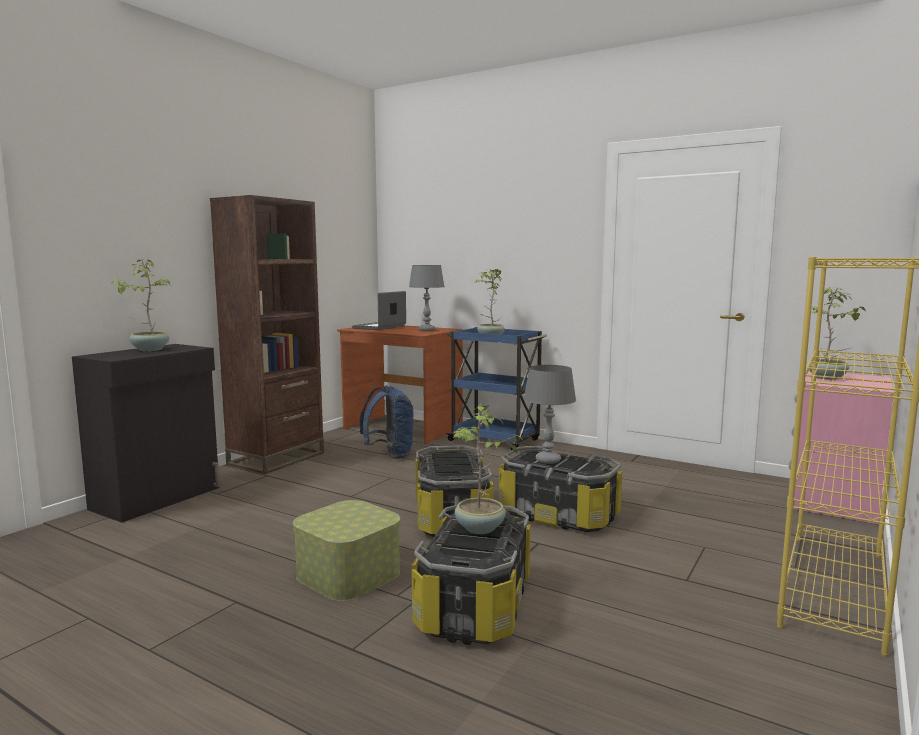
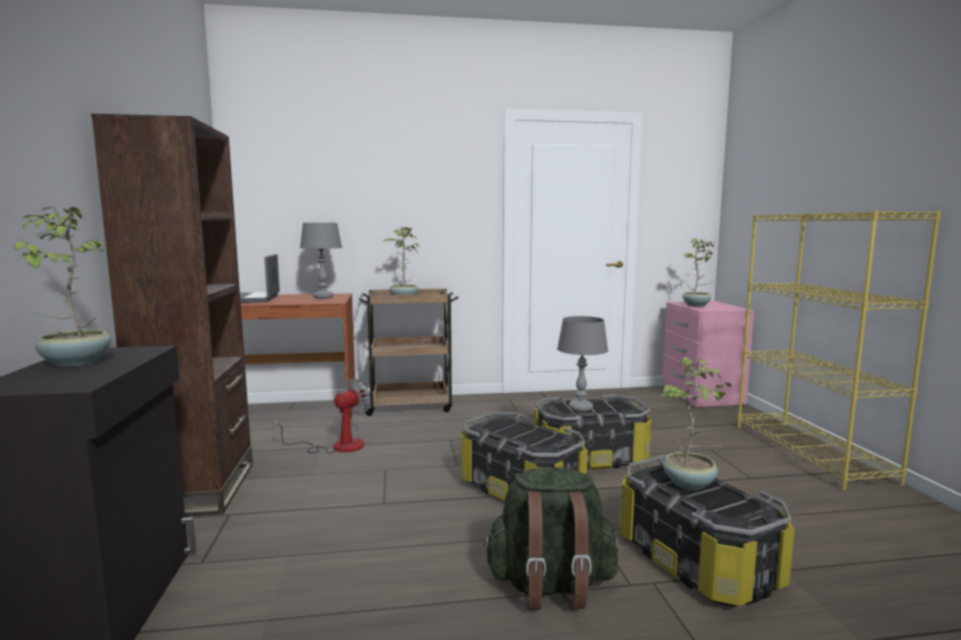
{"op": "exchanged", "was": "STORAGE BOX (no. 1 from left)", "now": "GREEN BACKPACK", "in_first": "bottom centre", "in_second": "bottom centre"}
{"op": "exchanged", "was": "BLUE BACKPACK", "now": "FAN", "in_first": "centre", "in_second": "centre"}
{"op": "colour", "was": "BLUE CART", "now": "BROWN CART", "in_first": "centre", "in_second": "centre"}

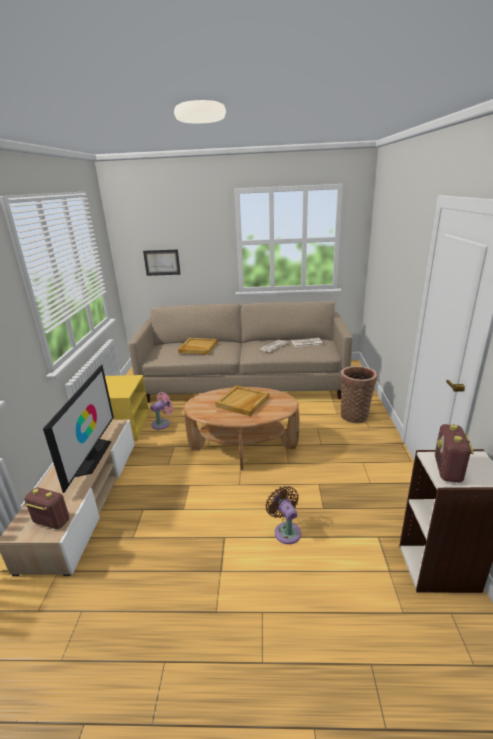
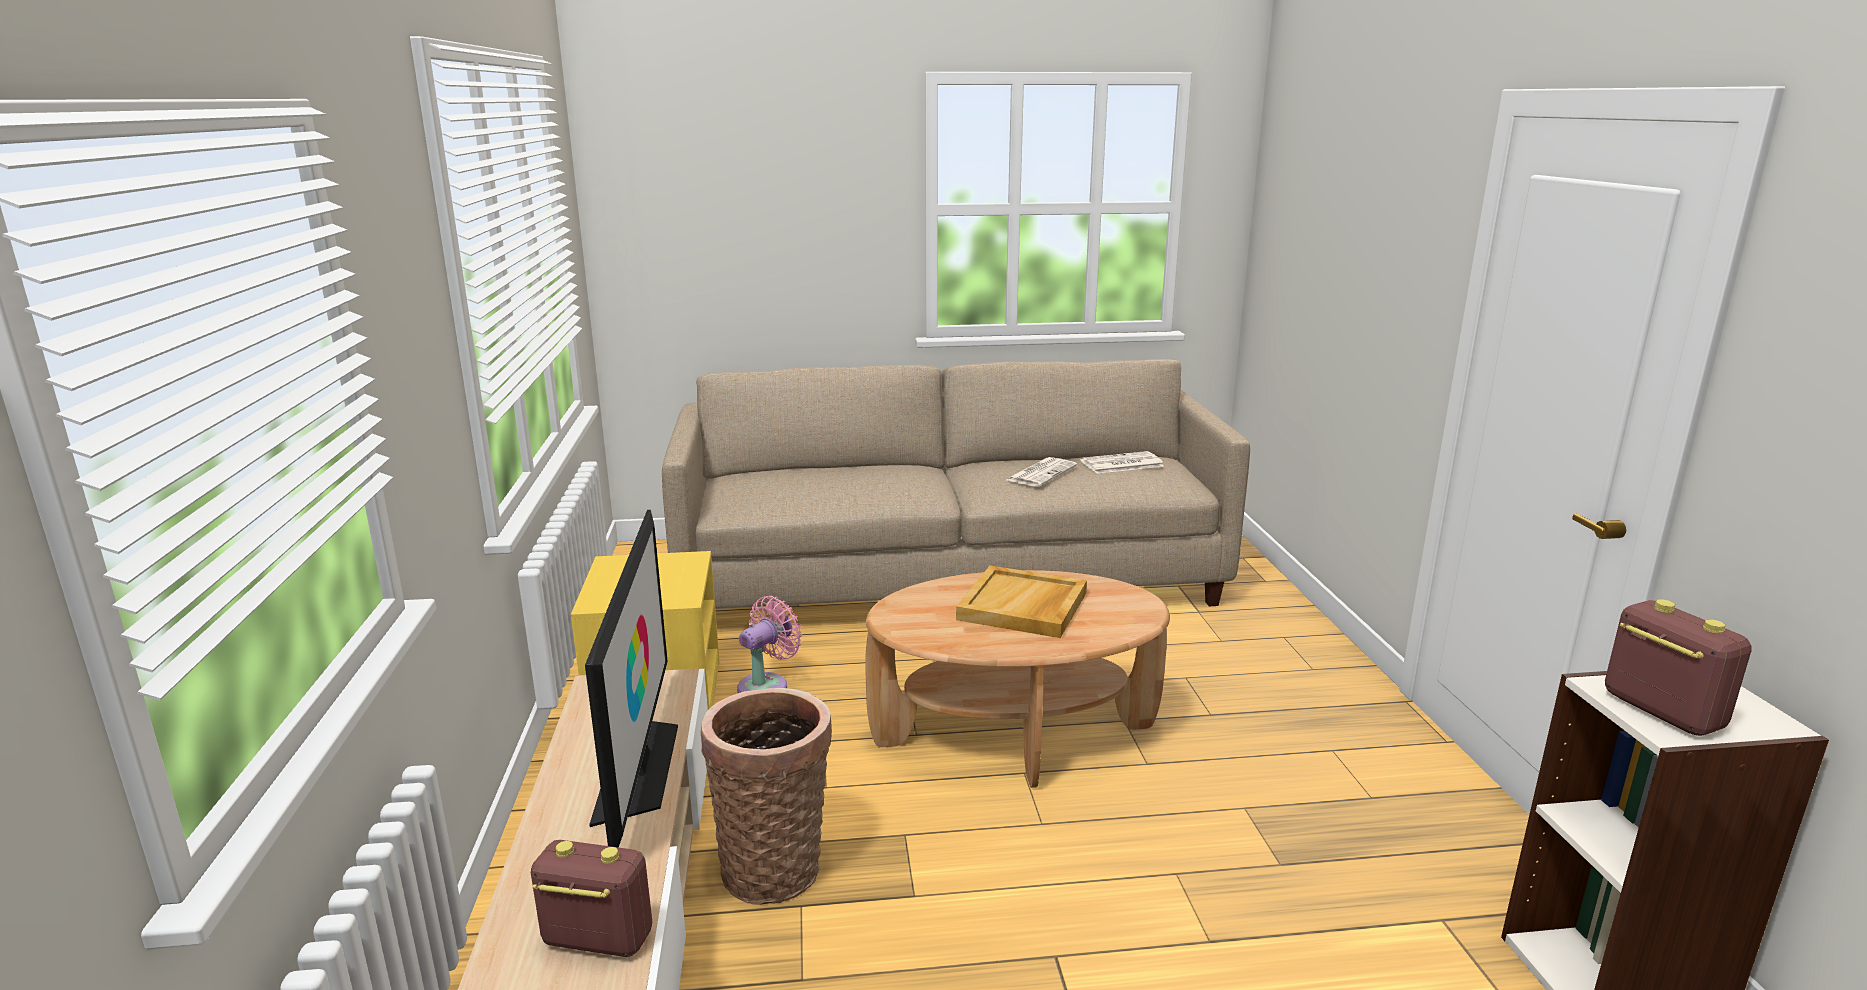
{"op": "missing", "was": "PICTURE", "in_first": "middle left"}
{"op": "missing", "was": "BEIGE TRAY (no. 1 from left)", "in_first": "centre"}
{"op": "missing", "was": "BROWN FAN", "in_first": "bottom centre"}
{"op": "relocated", "was": "BASKET", "in_first": "middle right", "in_second": "bottom centre"}
{"op": "spun", "was": "RADIO (no. 2 from left)", "in_first": "middle right", "in_second": "bottom right", "clockwise": 150}

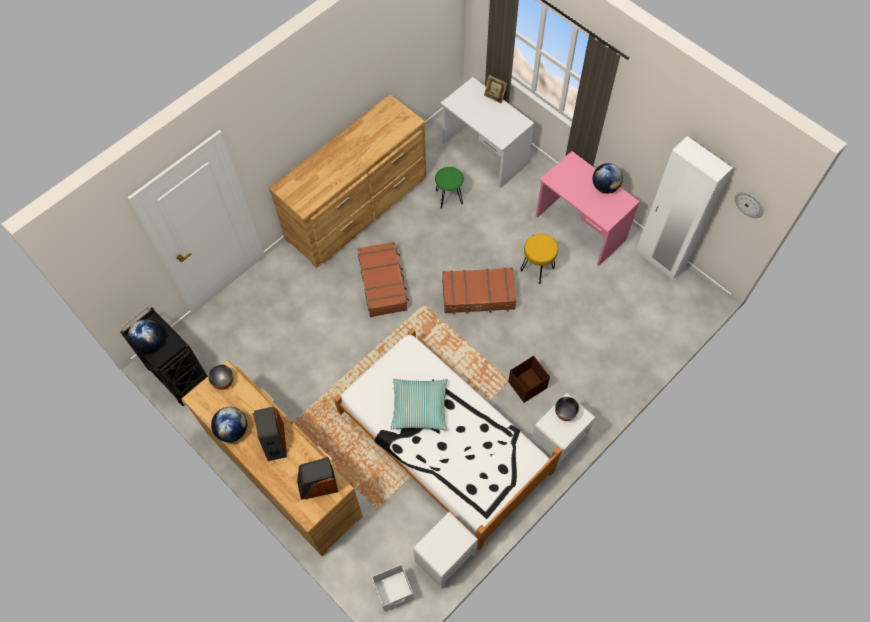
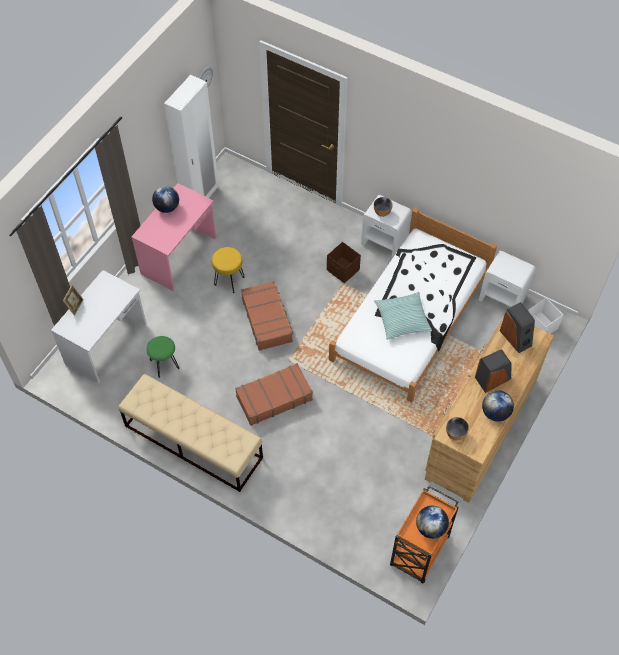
{"op": "exchanged", "was": "BROWN DRESSER (no. 2 from left)", "now": "BEIGE BENCH", "in_first": "top centre", "in_second": "middle left"}
{"op": "colour", "was": "BLACK CART", "now": "ORANGE CART", "in_first": "middle left", "in_second": "bottom right"}

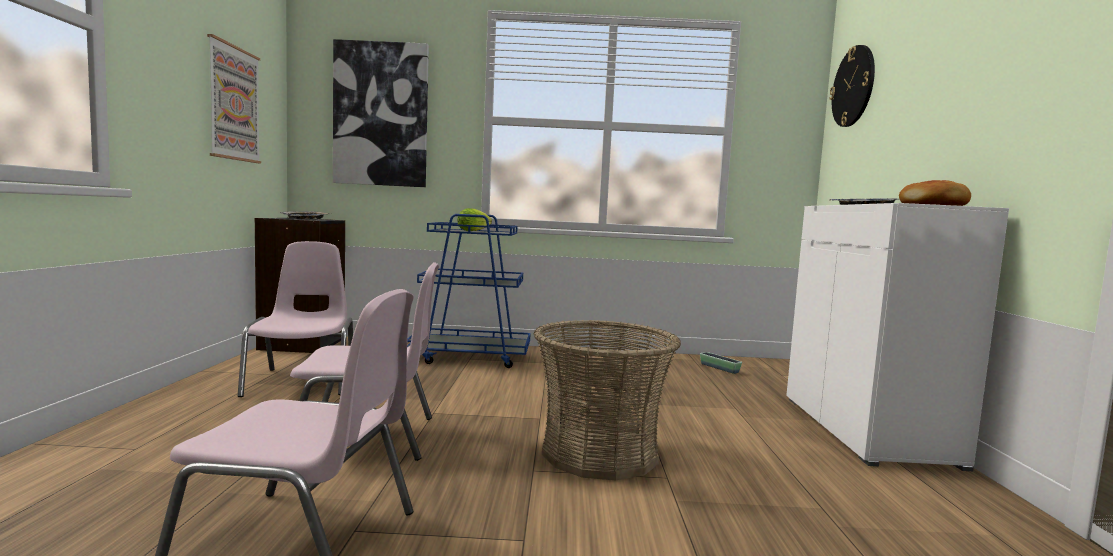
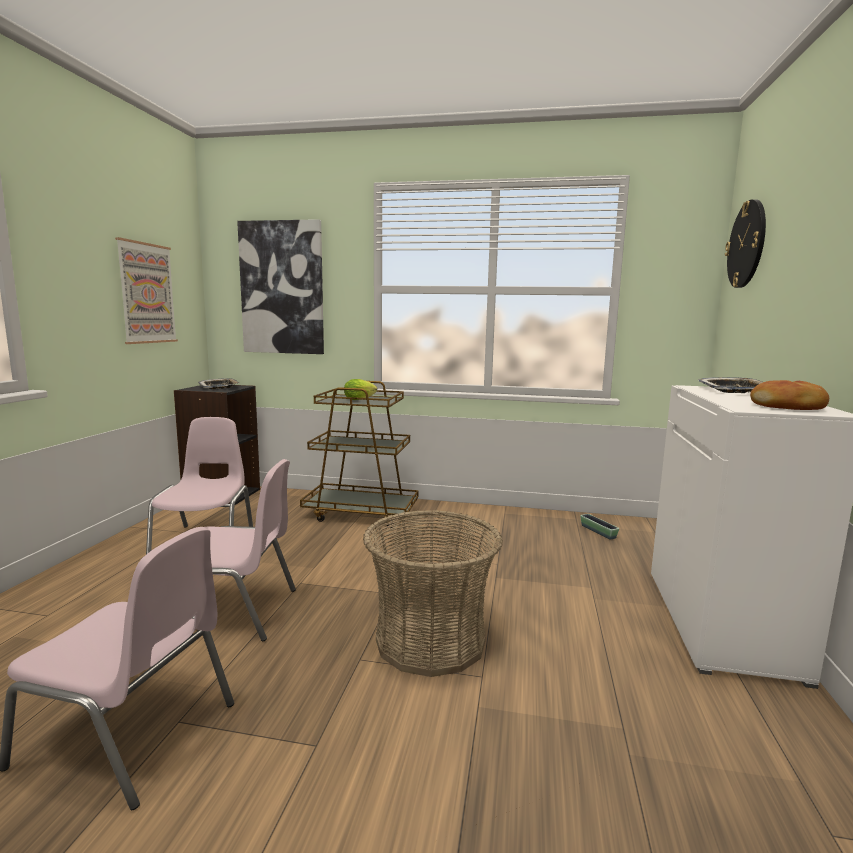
{"op": "colour", "was": "BLUE CART", "now": "BROWN CART", "in_first": "centre", "in_second": "centre"}

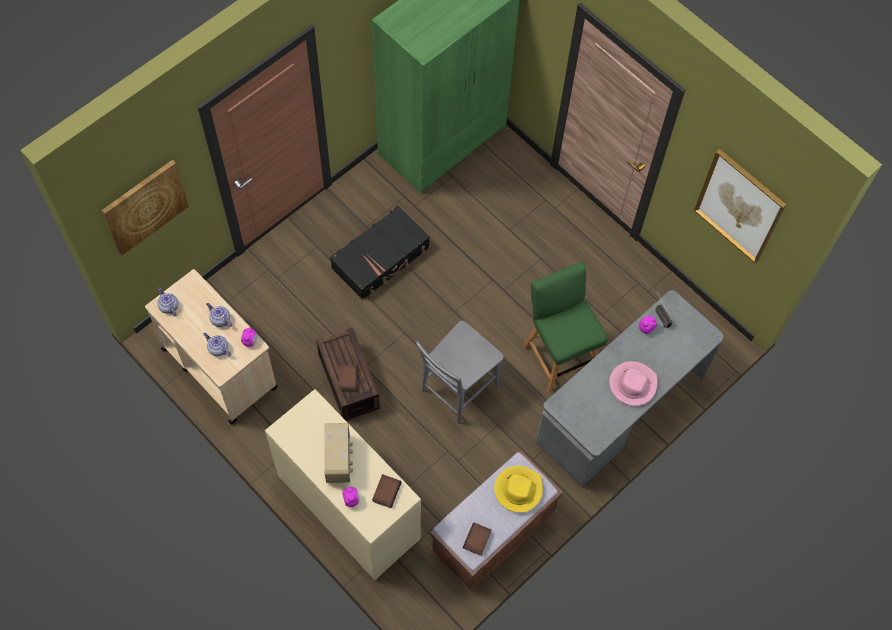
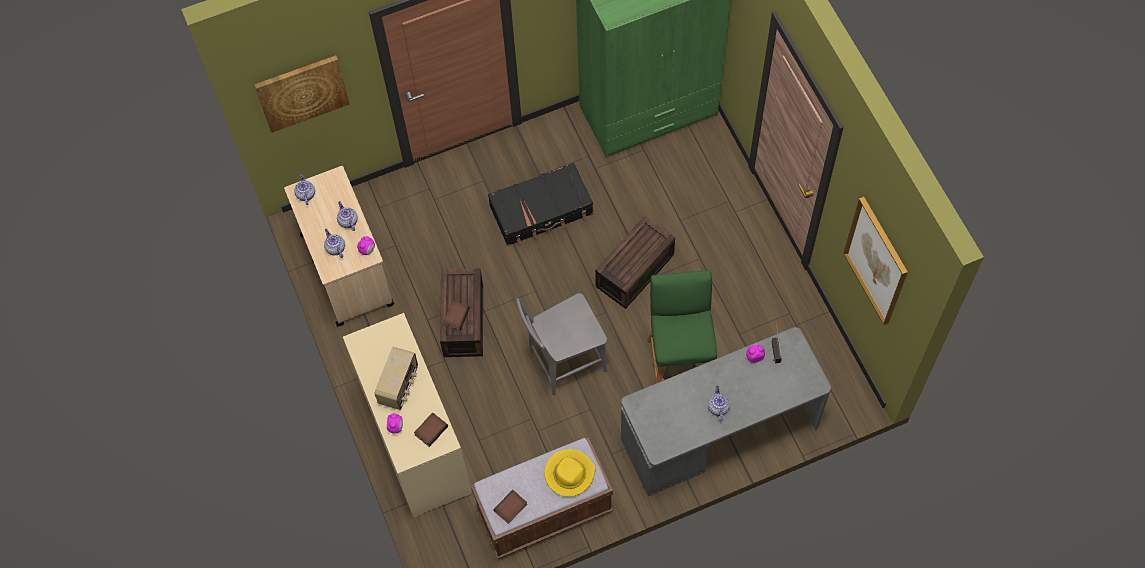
{"op": "appeared", "now": "BROWN STORAGE BOX (no. 2 from left)", "in_second": "centre"}
{"op": "exchanged", "was": "PINK HAT", "now": "TEAPOT (no. 4 from left)", "in_first": "middle right", "in_second": "bottom centre"}

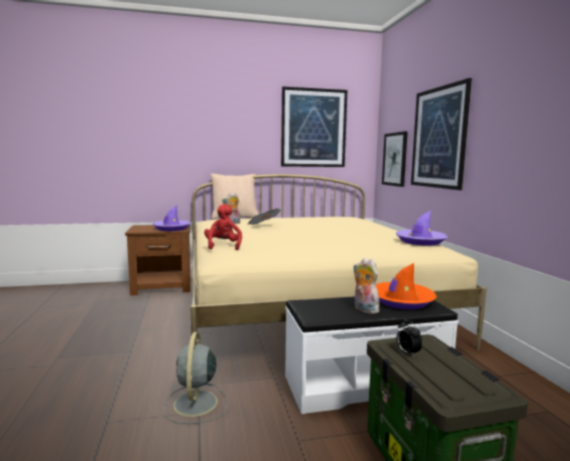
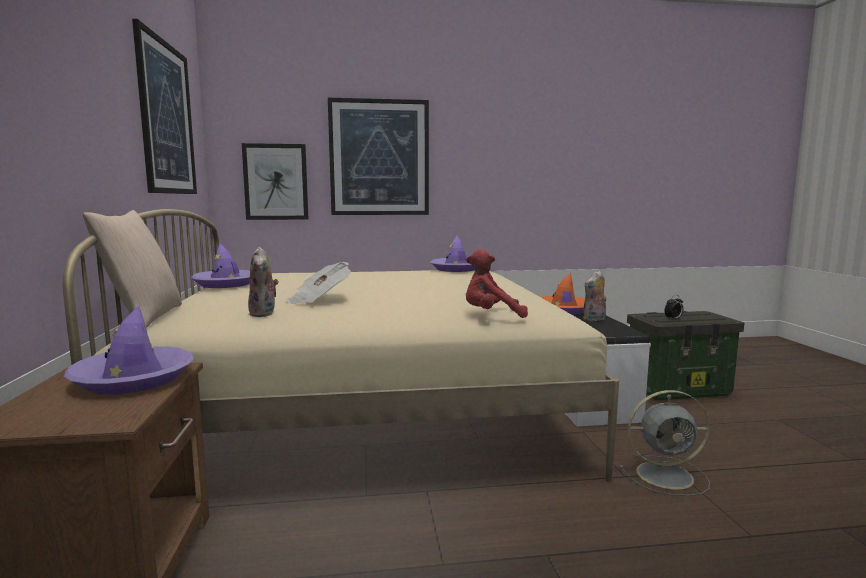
{"op": "appeared", "now": "PURPLE HAT (no. 2 from left)", "in_second": "middle left"}

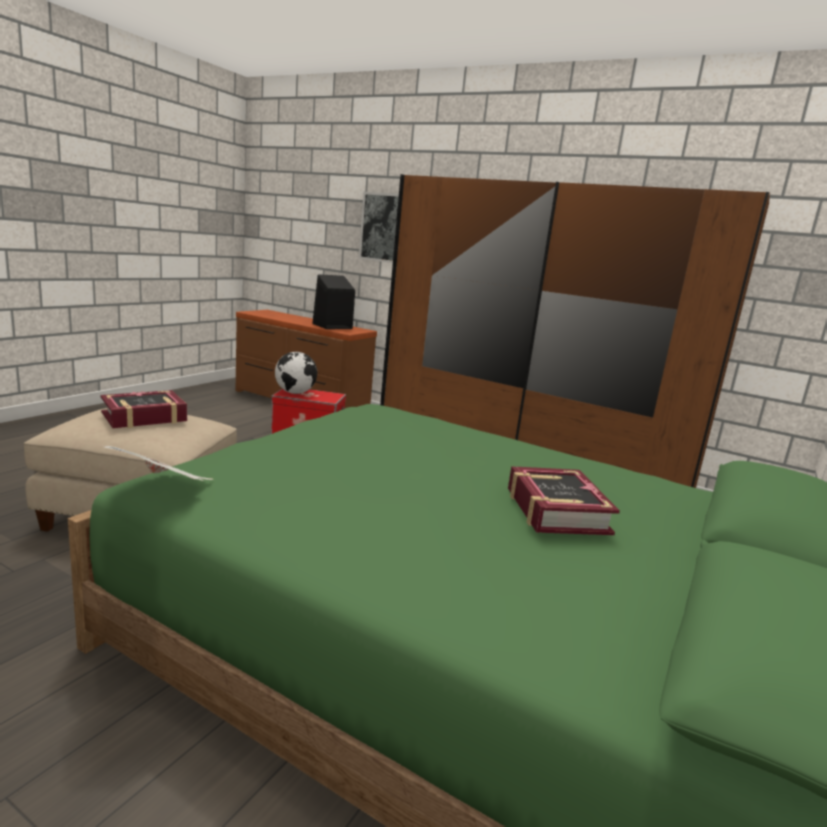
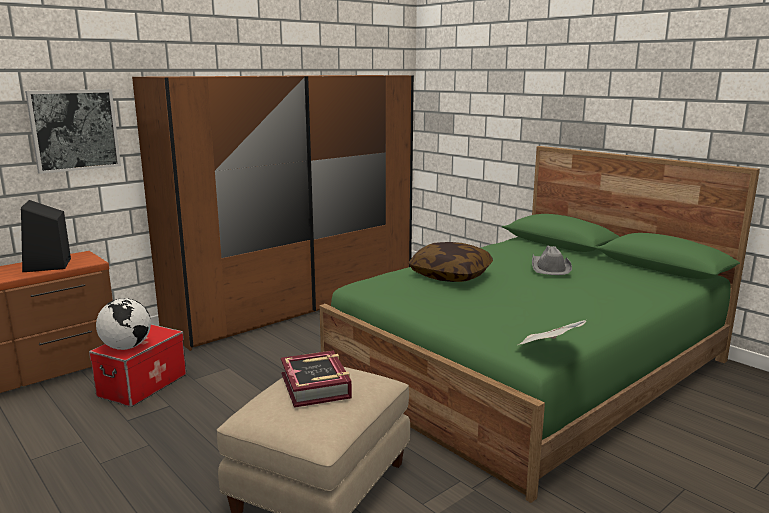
{"op": "appeared", "now": "PILLOW", "in_second": "centre"}
{"op": "exchanged", "was": "BOOK (no. 2 from left)", "now": "GREY HAT", "in_first": "middle right", "in_second": "middle right"}

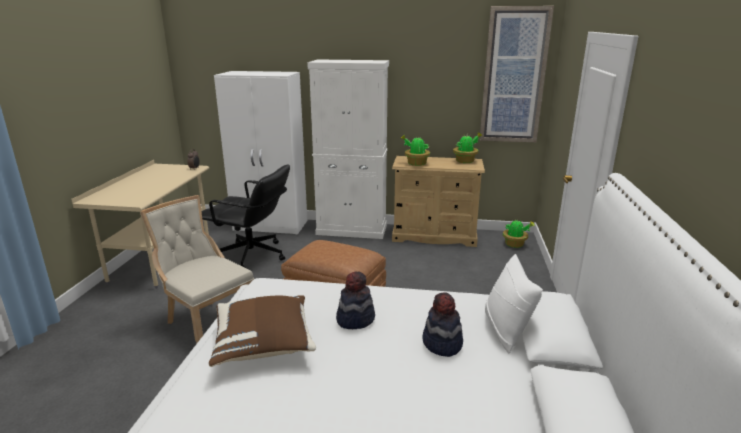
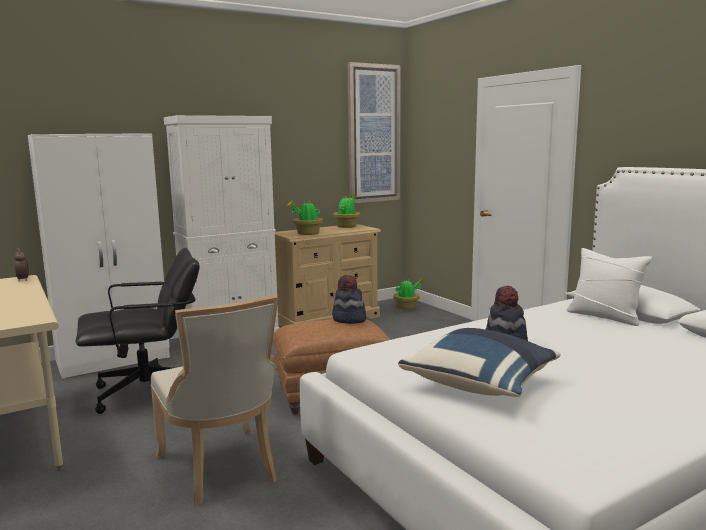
{"op": "relocated", "was": "HAT (no. 2 from left in the first image)", "now": "HAT (no. 1 from left)", "in_first": "bottom centre", "in_second": "centre"}
{"op": "colour", "was": "BROWN PILLOW", "now": "BLUE PILLOW", "in_first": "bottom centre", "in_second": "bottom right"}
{"op": "spun", "was": "BEIGE CHAIR", "in_first": "middle left", "in_second": "bottom left", "clockwise": -120}

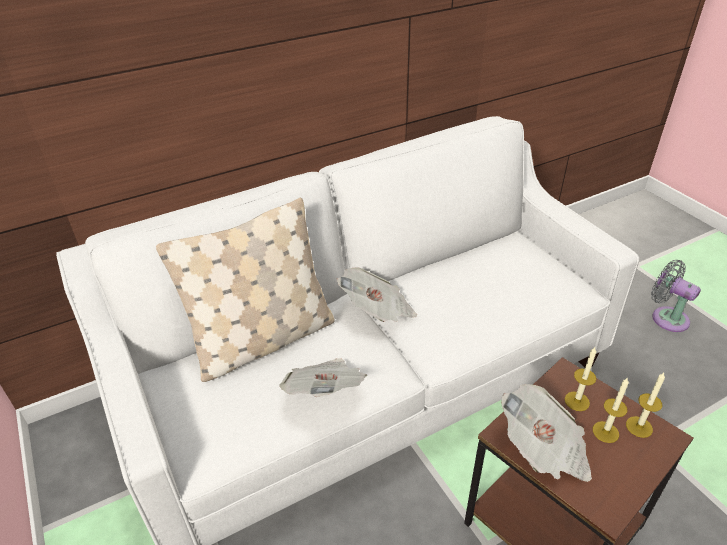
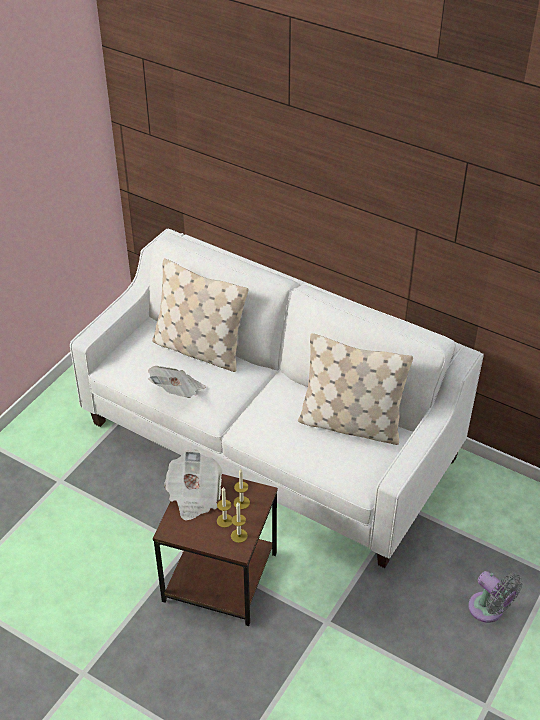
{"op": "missing", "was": "NEWSPAPER (no. 2 from left)", "in_first": "centre"}
{"op": "appeared", "now": "BEIGE PILLOW (no. 2 from left)", "in_second": "centre"}
{"op": "spun", "was": "GREY FAN", "in_first": "middle right", "in_second": "bottom right", "clockwise": 120}

